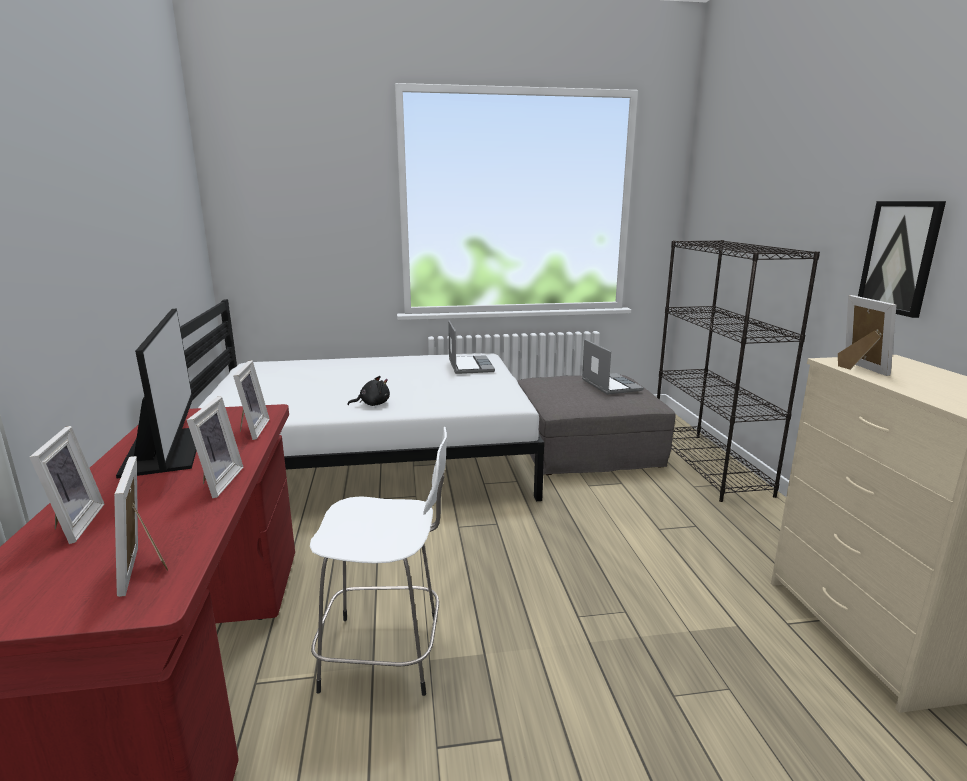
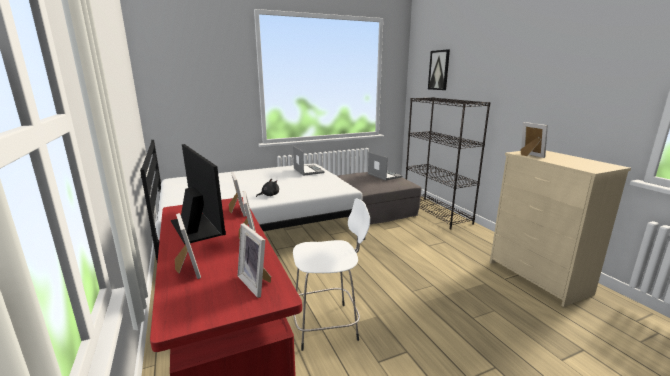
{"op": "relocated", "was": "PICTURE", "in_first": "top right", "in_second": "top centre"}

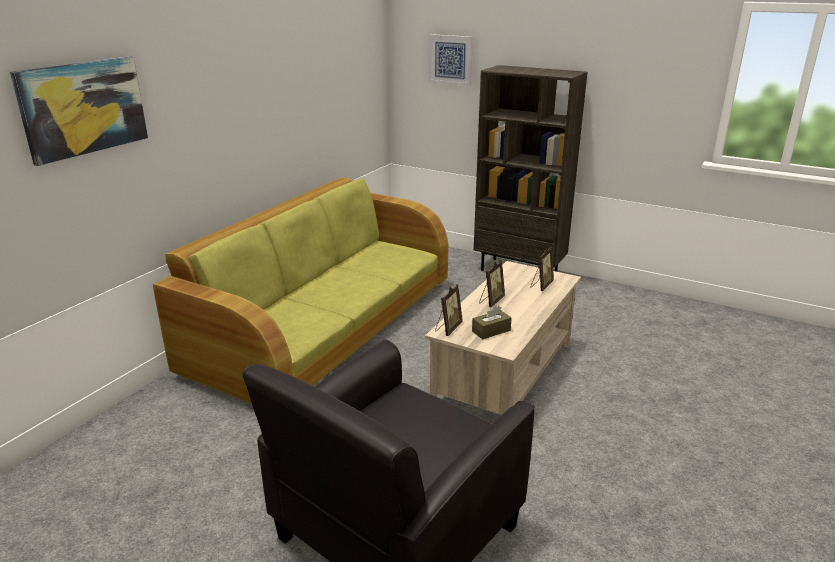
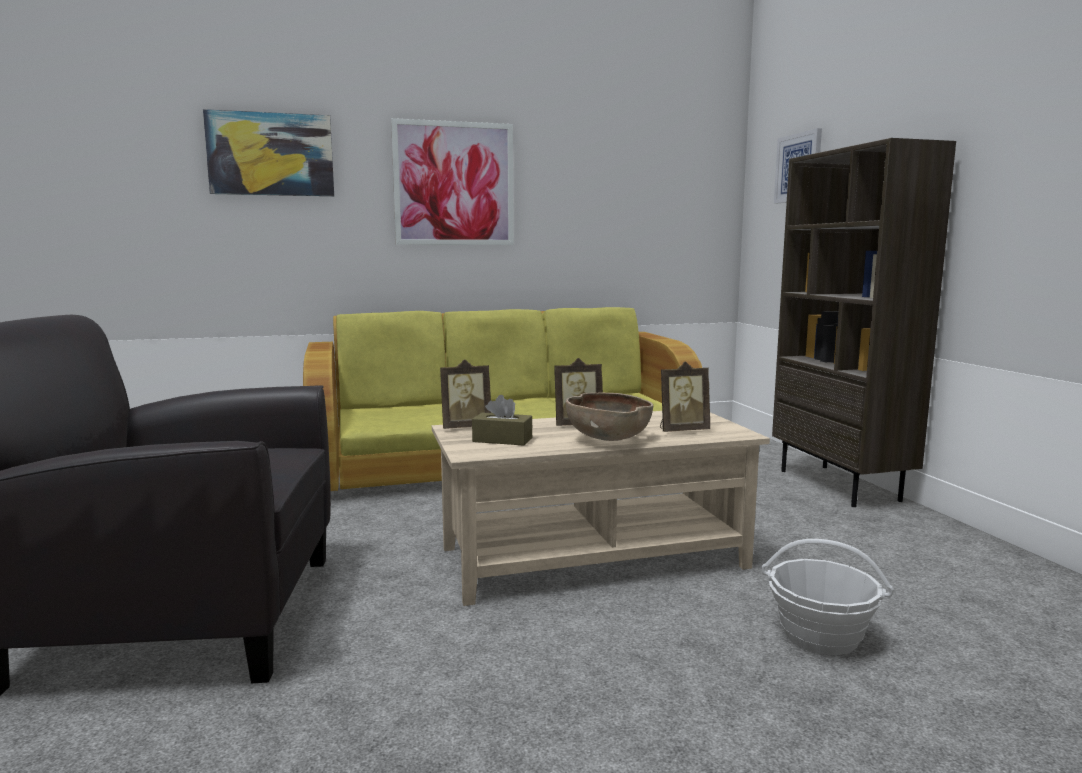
{"op": "appeared", "now": "PICTURE (no. 2 from left)", "in_second": "top centre"}
{"op": "appeared", "now": "BROWN BOWL", "in_second": "centre"}
{"op": "appeared", "now": "BASKET", "in_second": "bottom right"}

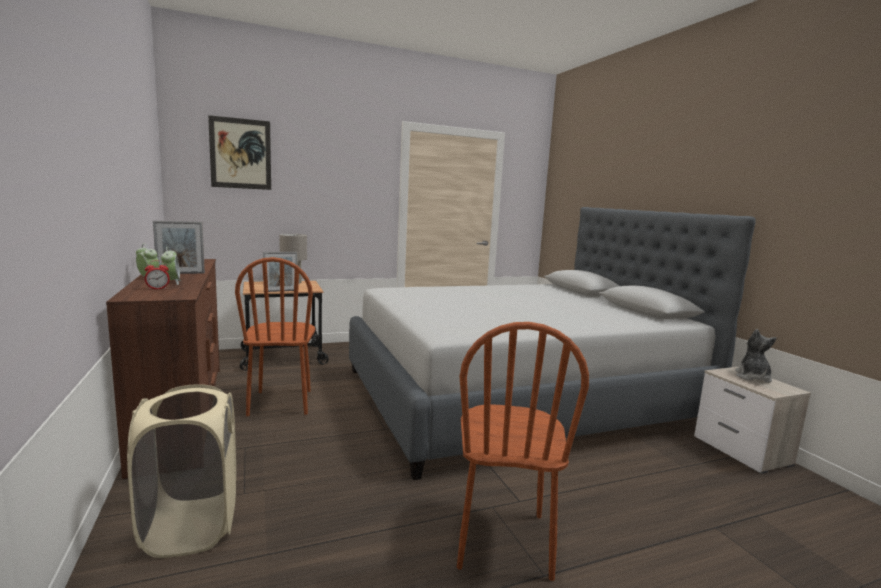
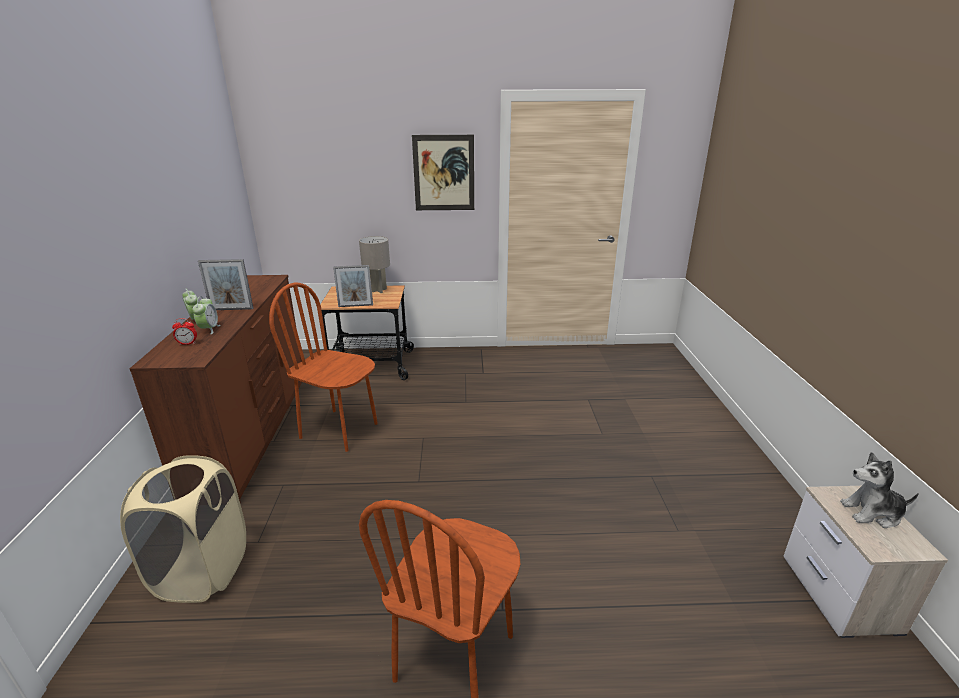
{"op": "missing", "was": "GREY BED", "in_first": "centre"}
{"op": "relocated", "was": "PICTURE", "in_first": "top left", "in_second": "top centre"}
{"op": "spun", "was": "BROWN CHAIR (no. 1 from left)", "in_first": "middle left", "in_second": "centre", "clockwise": 105}
{"op": "spun", "was": "PLUSH TOY", "in_first": "middle right", "in_second": "bottom right", "clockwise": -120}

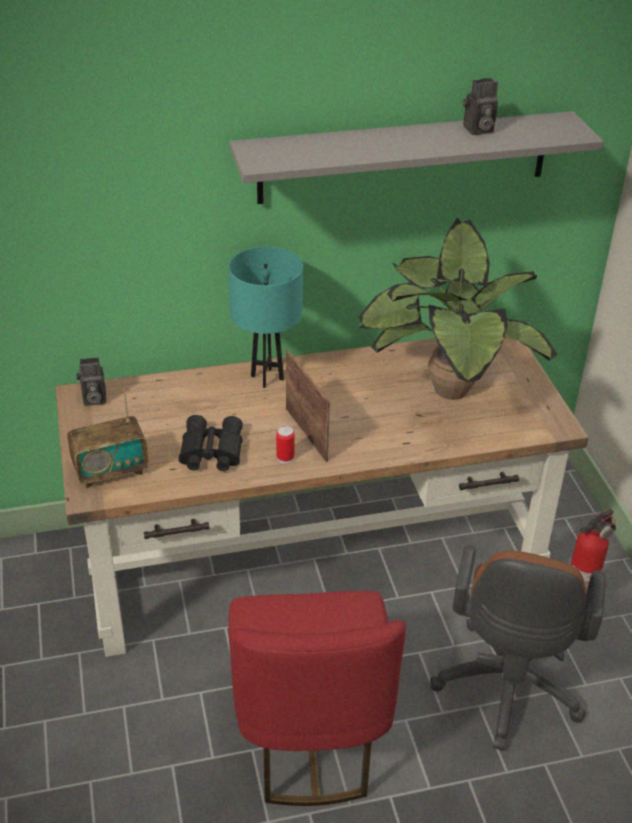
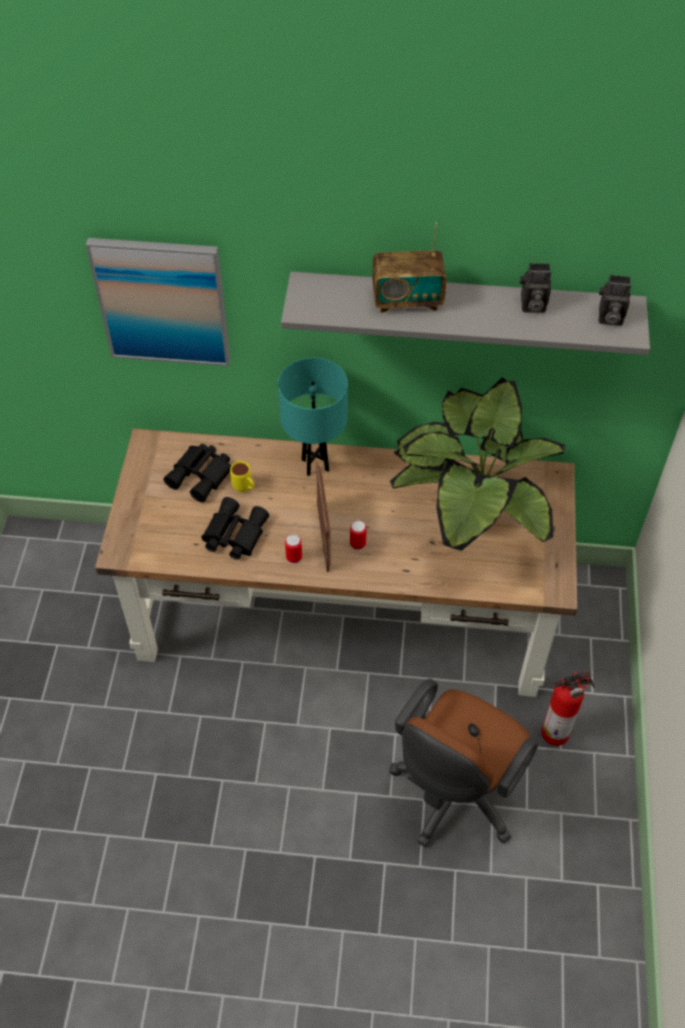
{"op": "missing", "was": "RED CHAIR", "in_first": "bottom centre"}
{"op": "appeared", "now": "PICTURE", "in_second": "top left"}
{"op": "appeared", "now": "BLACK BINOCULARS (no. 1 from left)", "in_second": "middle left"}
{"op": "appeared", "now": "YELLOW MUG", "in_second": "centre"}
{"op": "appeared", "now": "CAN (no. 2 from left)", "in_second": "centre"}
{"op": "relocated", "was": "RADIO", "in_first": "middle left", "in_second": "top centre"}
{"op": "relocated", "was": "PHOTO CAMERA (no. 1 from left in the first image)", "now": "PHOTO CAMERA (no. 2 from left)", "in_first": "middle left", "in_second": "top right"}

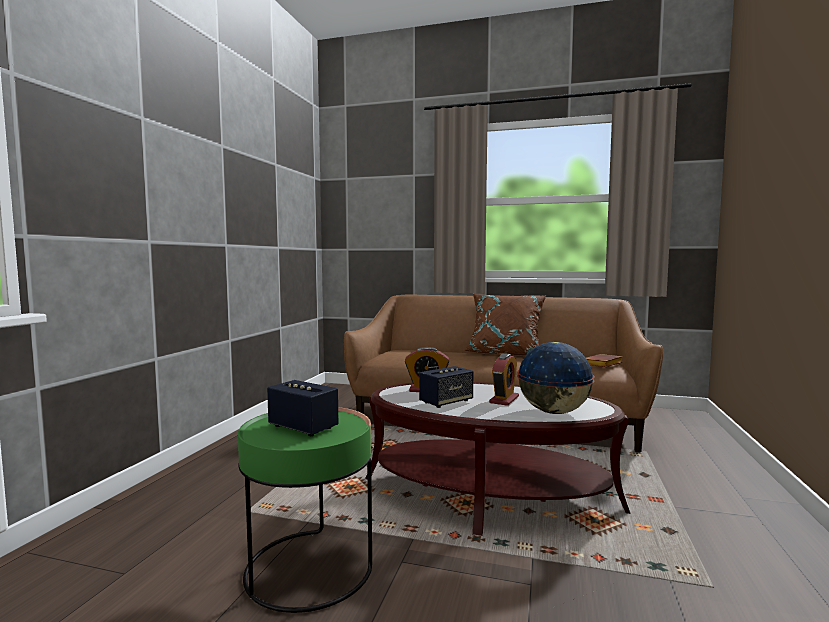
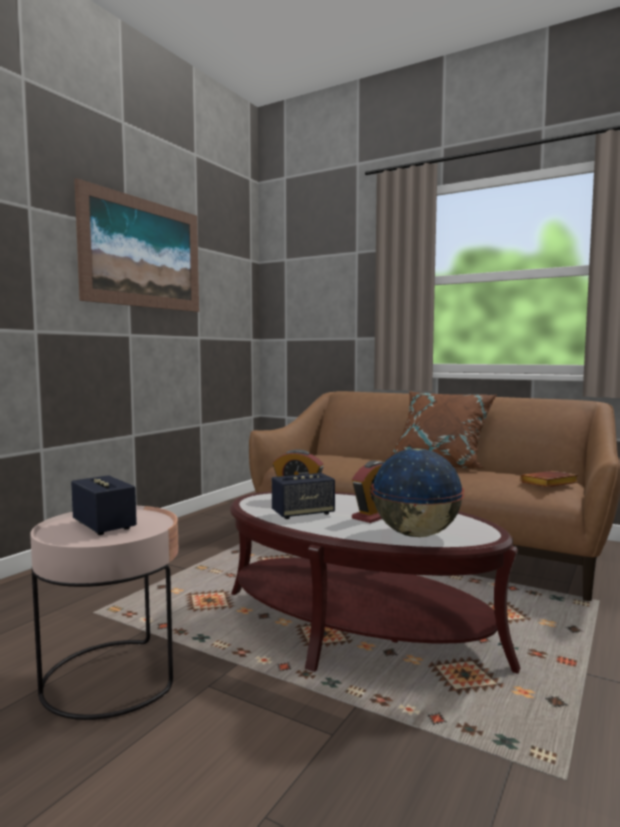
{"op": "appeared", "now": "PICTURE", "in_second": "top left"}
{"op": "colour", "was": "GREEN SIDE TABLE", "now": "PINK SIDE TABLE", "in_first": "bottom centre", "in_second": "bottom left"}

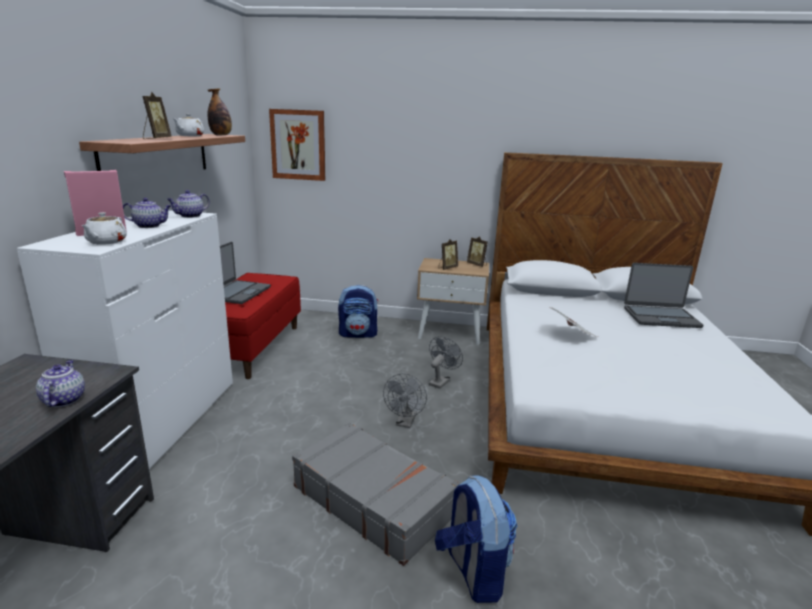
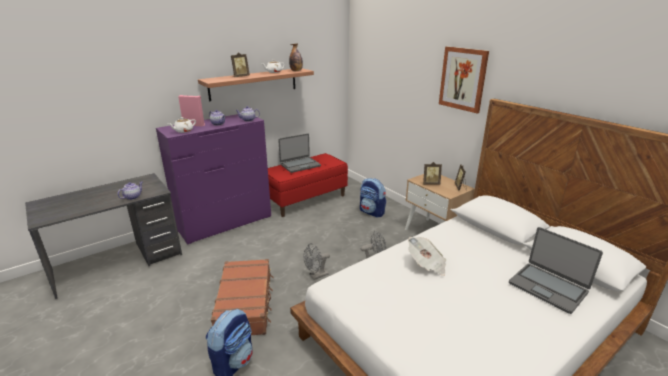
{"op": "relocated", "was": "PICTURE", "in_first": "top centre", "in_second": "top right"}
{"op": "colour", "was": "WHITE DRESSER", "now": "PURPLE DRESSER", "in_first": "middle left", "in_second": "middle left"}
{"op": "colour", "was": "GREY SUITCASE", "now": "BROWN SUITCASE", "in_first": "bottom centre", "in_second": "bottom centre"}

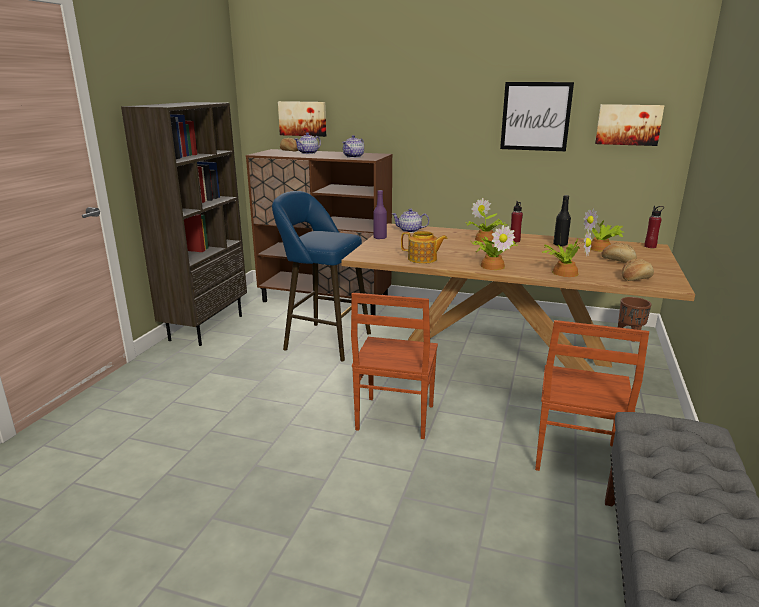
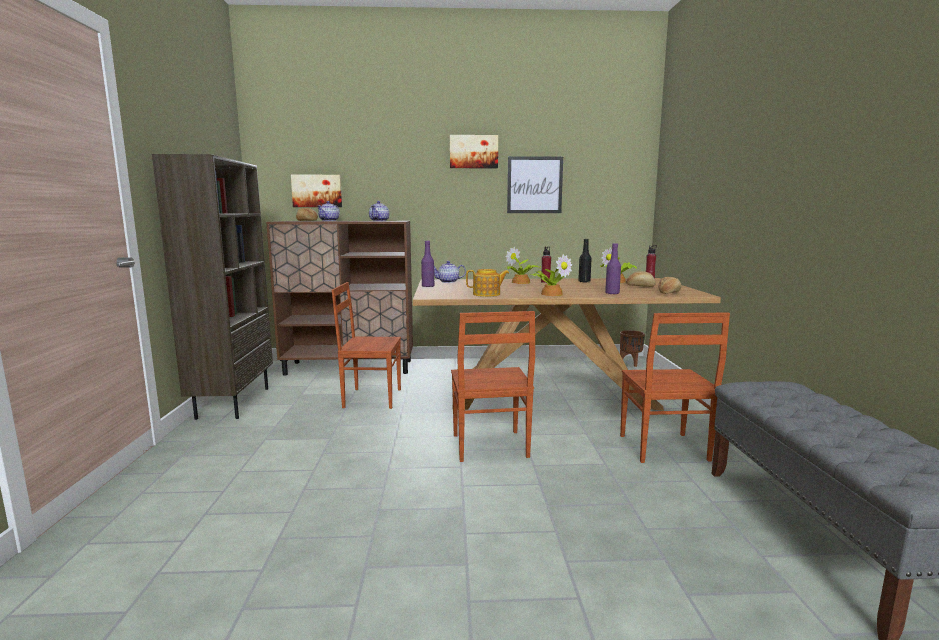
{"op": "relocated", "was": "PICTURE (no. 3 from left in the first image)", "now": "PICTURE (no. 2 from left)", "in_first": "top right", "in_second": "top centre"}
{"op": "exchanged", "was": "BLUE STOOL", "now": "BROWN CHAIR (no. 1 from left)", "in_first": "centre", "in_second": "centre"}
{"op": "exchanged", "was": "POTTED PLANT (no. 3 from left)", "now": "PURPLE BOTTLE (no. 2 from left)", "in_first": "middle right", "in_second": "centre"}

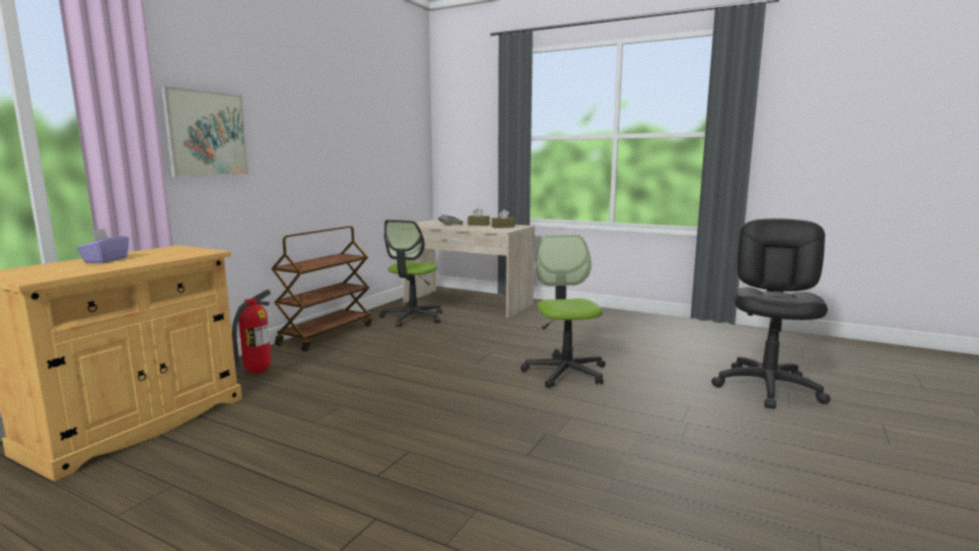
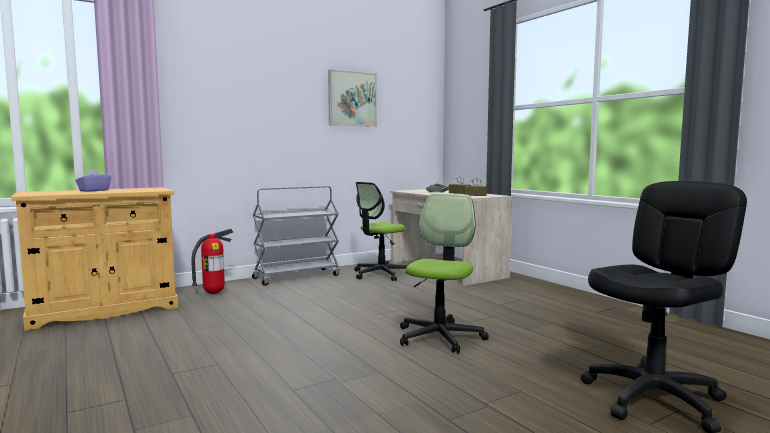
{"op": "relocated", "was": "PICTURE", "in_first": "top left", "in_second": "top centre"}
{"op": "colour", "was": "BROWN CART", "now": "GREY CART", "in_first": "middle left", "in_second": "centre"}

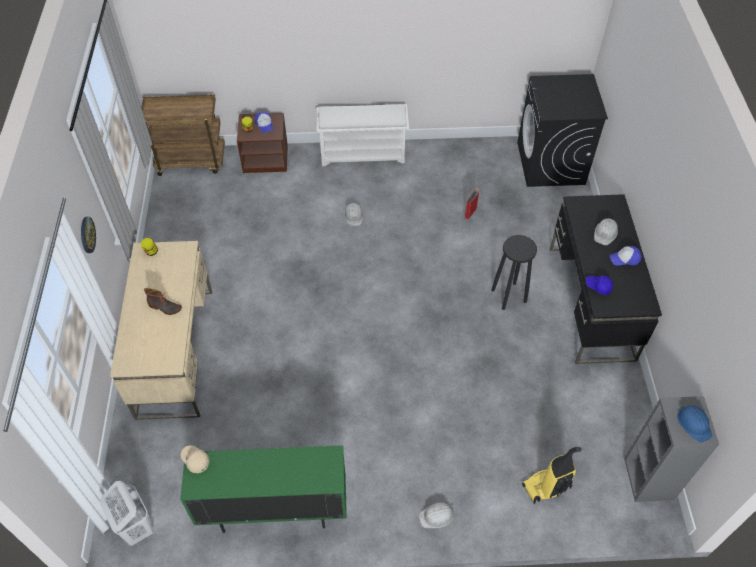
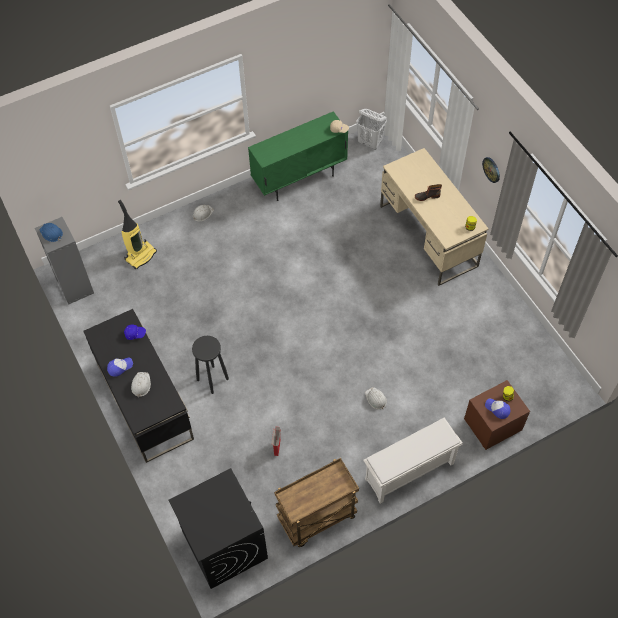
{"op": "relocated", "was": "BROWN CART", "in_first": "top left", "in_second": "bottom centre"}

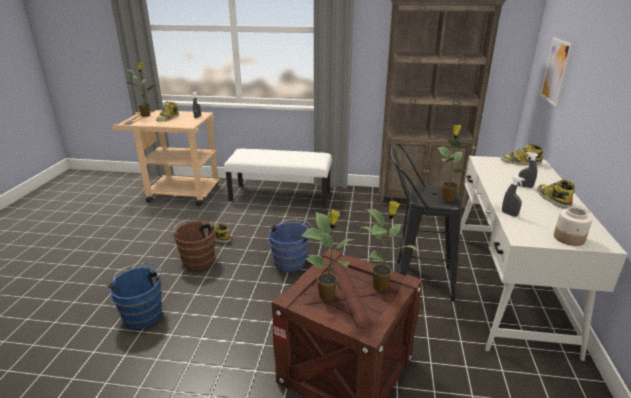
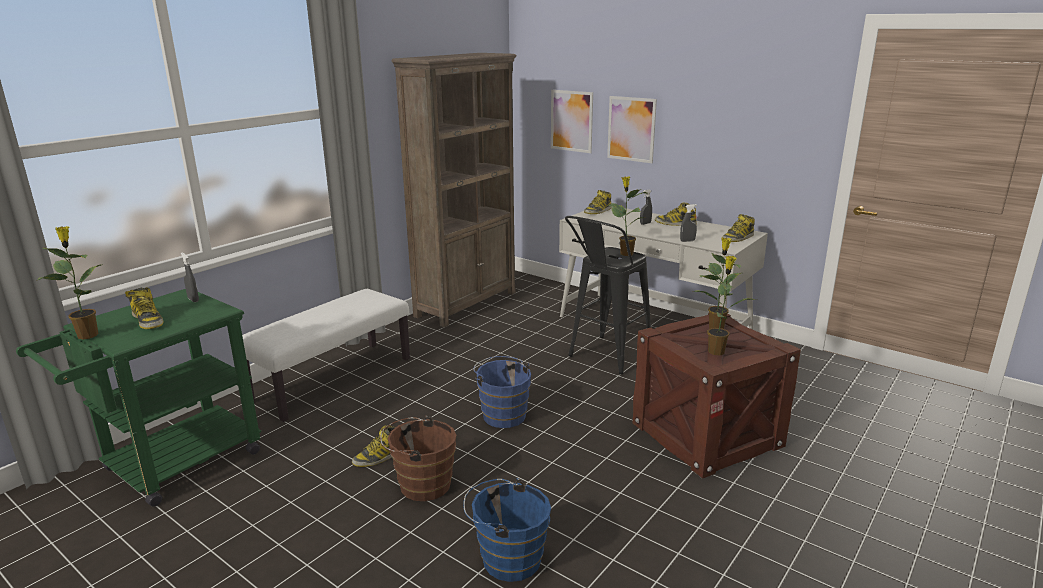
{"op": "appeared", "now": "PICTURE (no. 2 from left)", "in_second": "top centre"}
{"op": "exchanged", "was": "JAR", "now": "BOOT (no. 5 from left)", "in_first": "middle right", "in_second": "middle right"}
{"op": "colour", "was": "BEIGE CART", "now": "GREEN CART", "in_first": "middle left", "in_second": "bottom left"}

